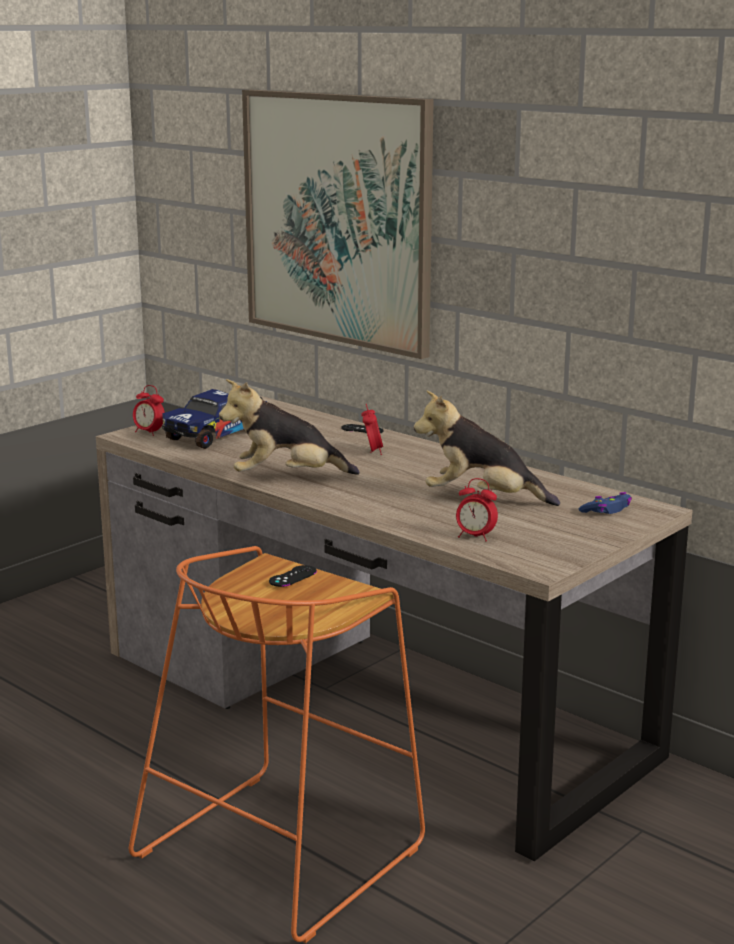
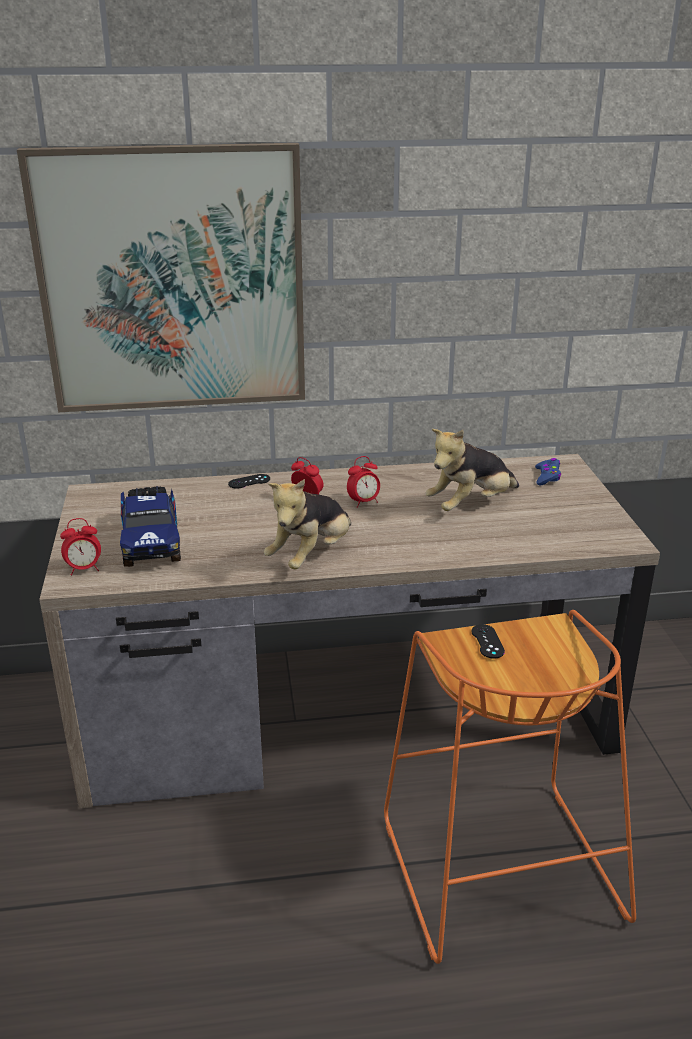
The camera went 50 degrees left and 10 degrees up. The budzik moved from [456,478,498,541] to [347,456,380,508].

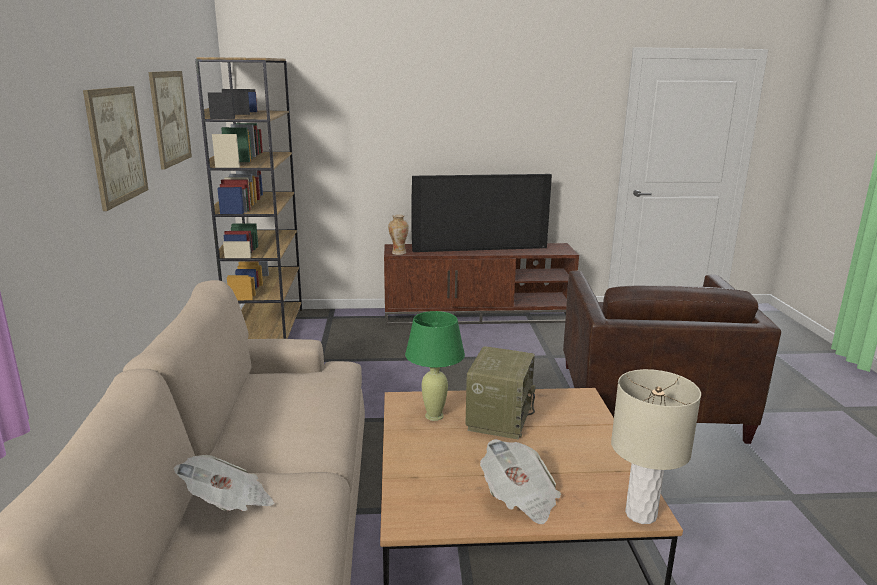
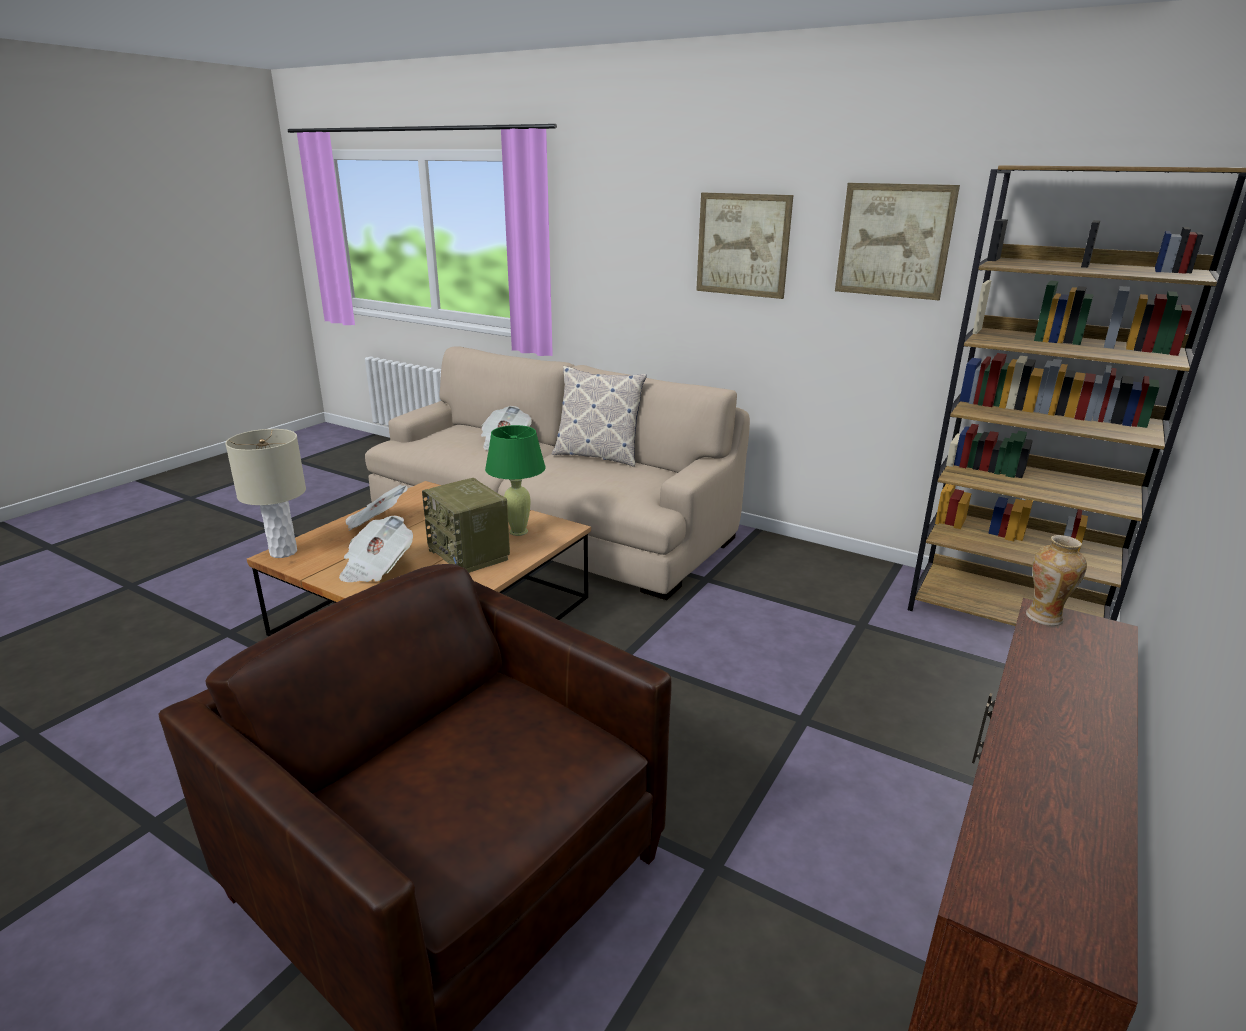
The camera went 125 degrees right and 5 degrees up. The telewizor at [411,174,552,252] disappeared. The gazeta at [339,515,413,582] appeared. The poduszka at [552,366,647,467] appeared.

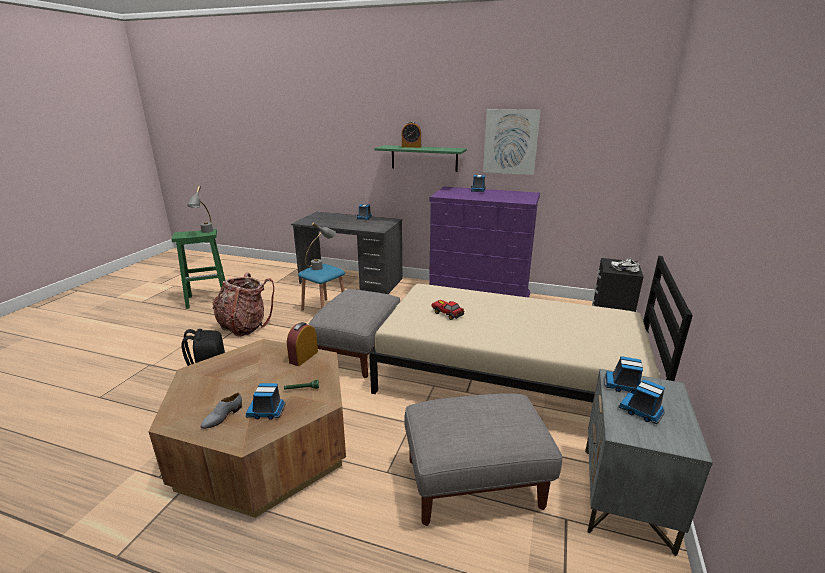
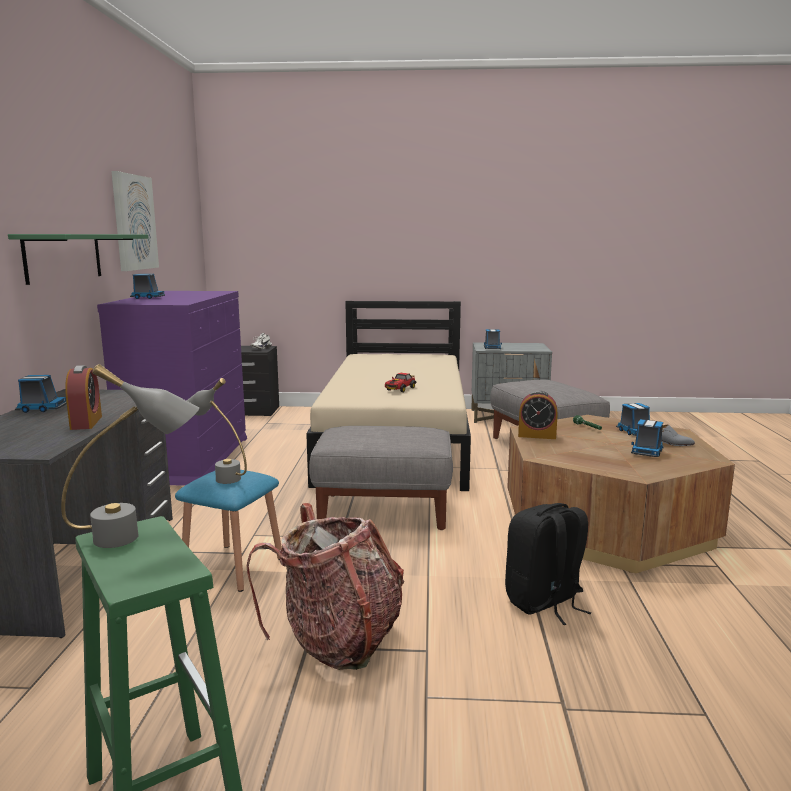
The camera went 105 degrees left and 10 degrees down. The budzik moved from [402,122,421,148] to [65,365,102,430]. The ciężarówka zabawkowa moved from [619,379,665,424] to [631,419,663,457].

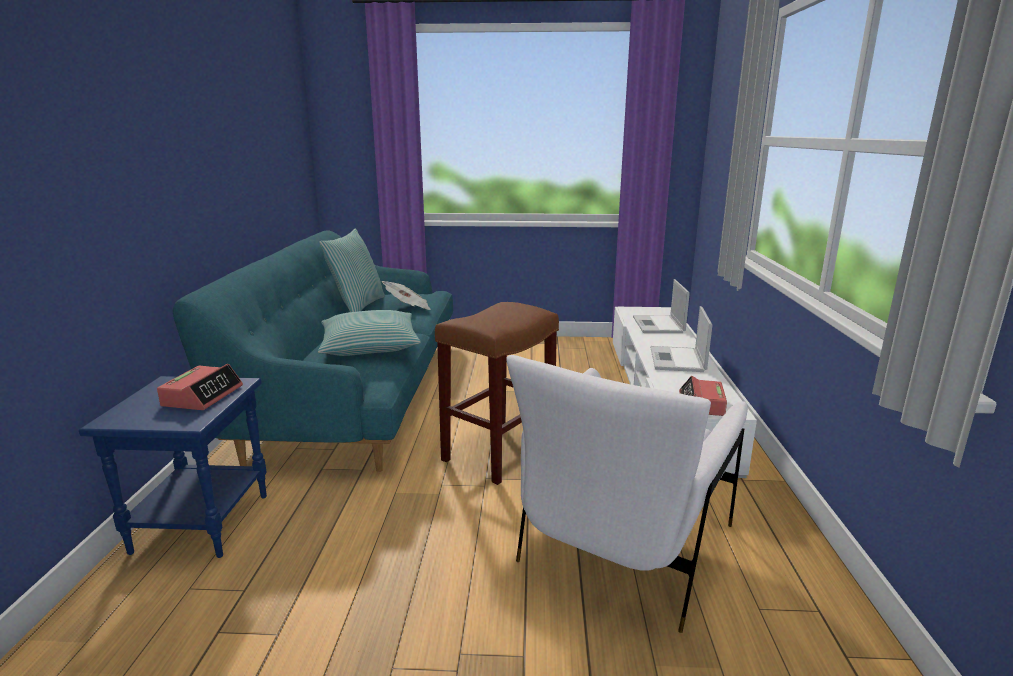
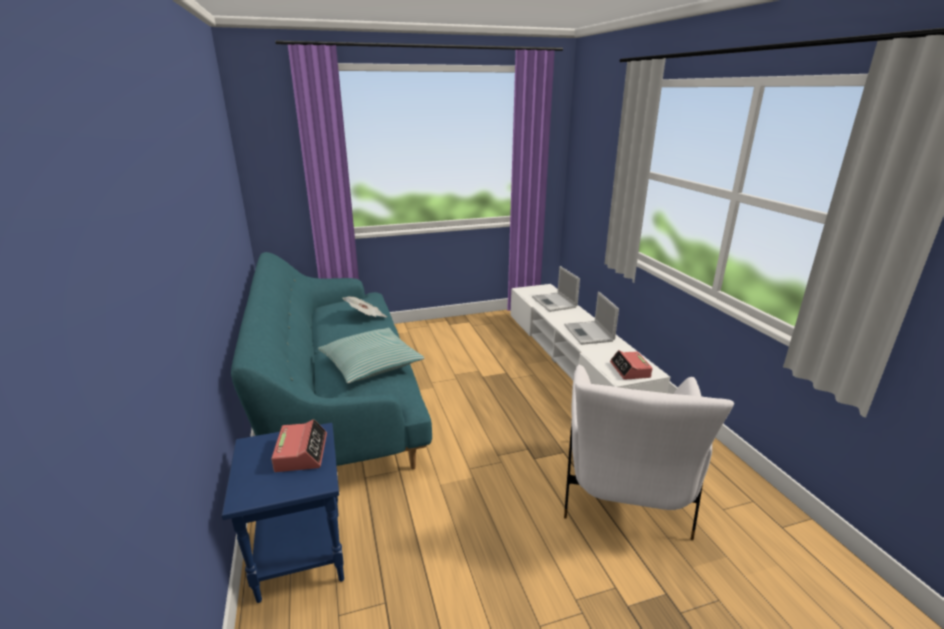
The camera went 20 degrees left and 5 degrees up. The poduszka at [319,228,385,312] disappeared. The stołek/brązowy at [435,302,559,485] disappeared.

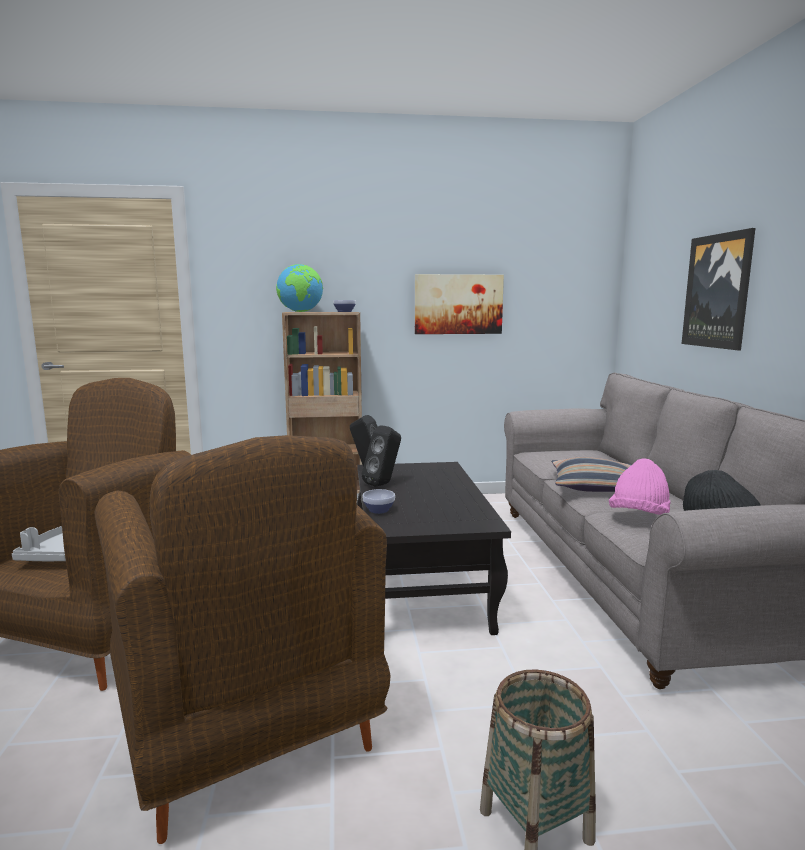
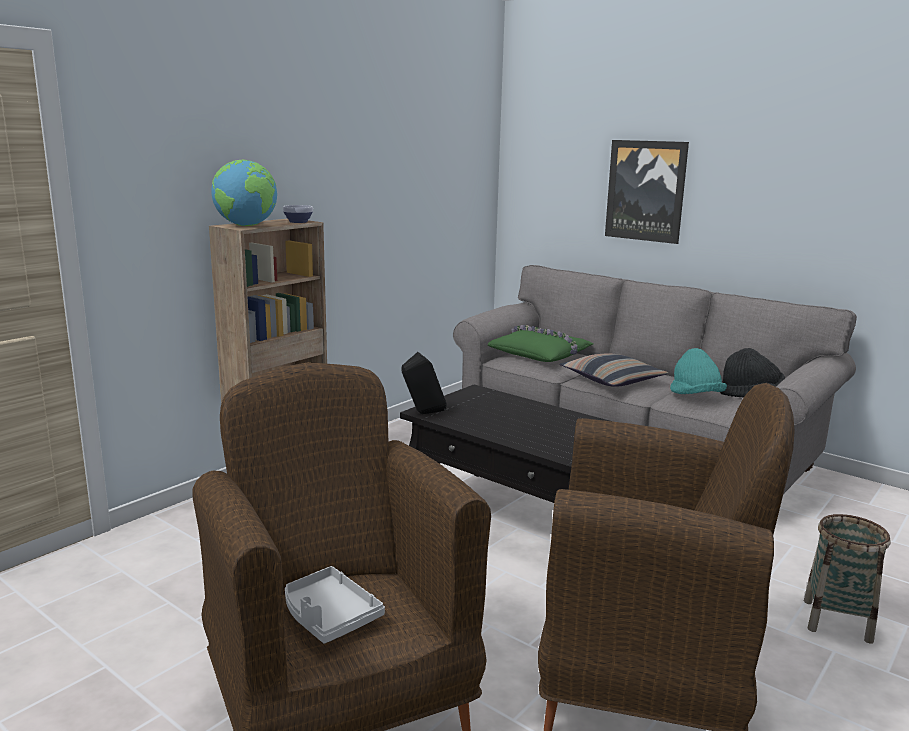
The camera went 45 degrees left and 5 degrees up. The głośnik/czarny at [361,425,401,487] disappeared. The miska at [362,489,395,514] disappeared. The obraz at [415,274,504,334] disappeared. The kapelusz/różowy at [609,459,671,515] became the kapelusz/turkusowy at [670,348,727,394]. The poduszka/zielony at [488,325,594,362] appeared.

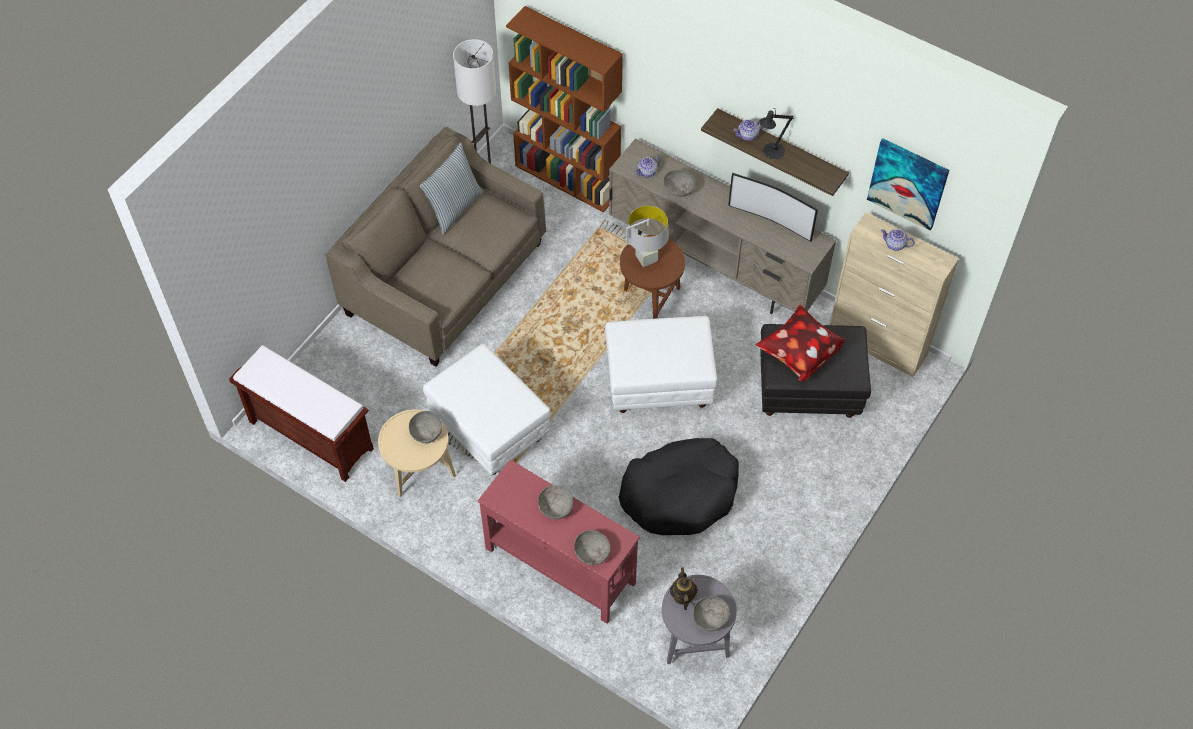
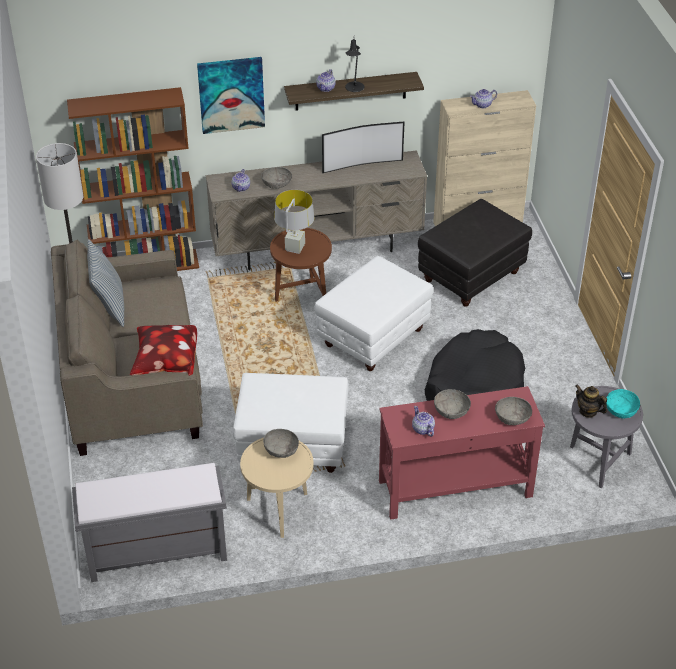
The camera went 45 degrees left and 15 degrees down. The ławka/brązowy at [229,345,374,482] became the ławka/szary at [72,463,227,582]. The miska/szary at [693,596,730,631] became the miska/turkusowy at [606,389,640,419]. The poduszka moved from [755,305,845,381] to [130,325,197,376]. The obraz moved from [867,138,949,231] to [197,57,265,134]. The imbryk at [412,406,435,436] appeared.

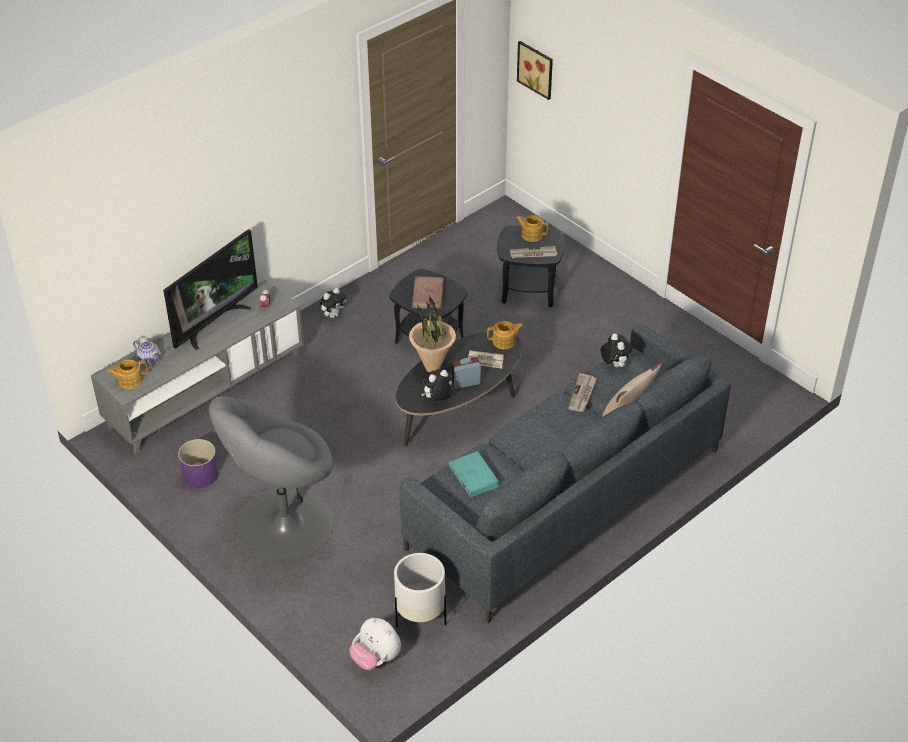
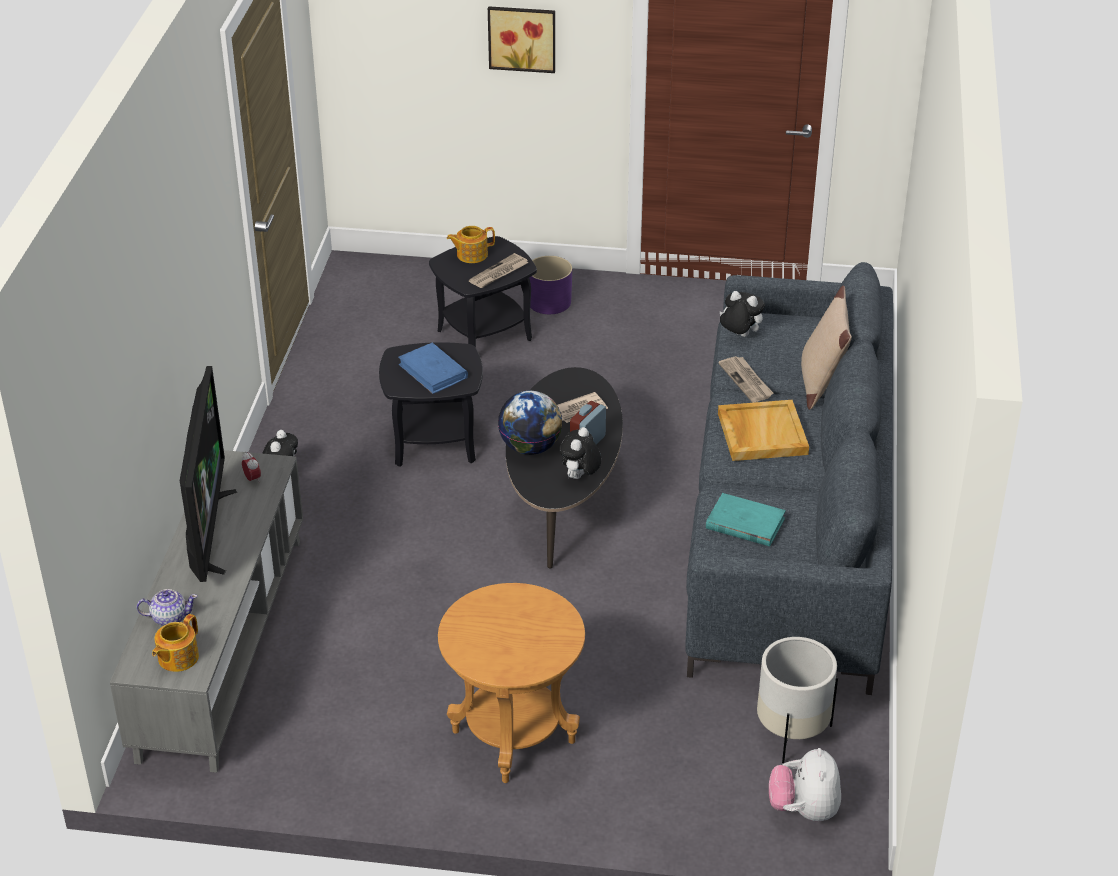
The camera went 40 degrees left and 5 degrees down. The donica/fioletowy moved from [178,439,218,488] to [529,256,572,314]. The fotel/szary at [209,396,334,561] was replaced by the stolik/brązowy at [438,583,585,783]. The pluszak at [350,618,401,670] turned 90 degrees clockwise. The roślina doniczkowa at [409,296,456,372] was replaced by the globus at [498,391,563,455]. The książka/brązowy at [412,277,444,309] became the książka/niebieski at [398,343,468,394]. The imbryk at [487,321,523,349] disappeared. The obraz moved from [517,41,553,100] to [488,6,555,73]. The taca/beżowy at [718,400,809,461] appeared.

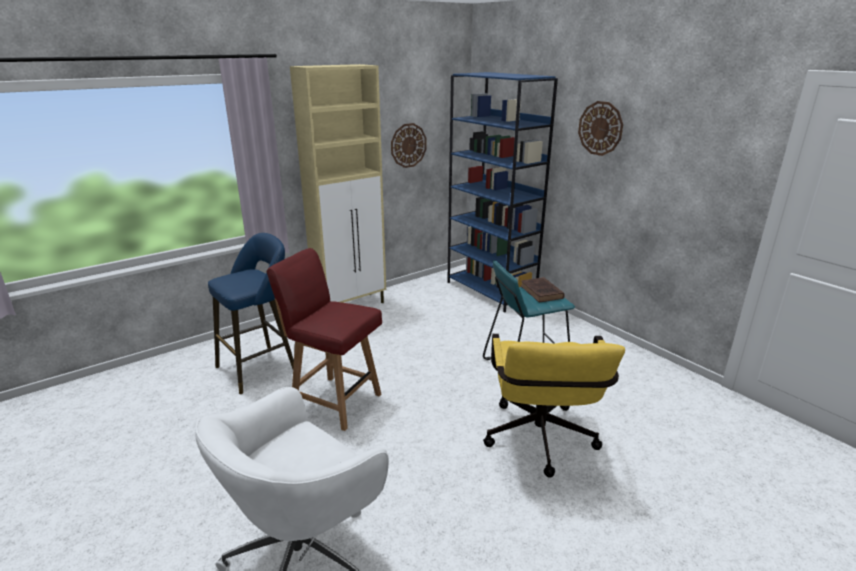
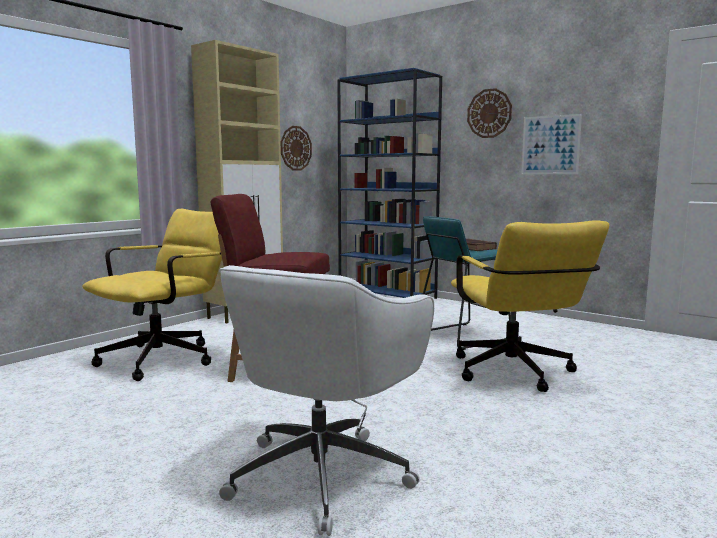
The camera went 15 degrees left and 15 degrees down. The stołek/niebieski at [208,233,294,394] was replaced by the krzesło biurowe/żółty at [82,209,222,381]. The obraz at [521,114,582,174] appeared.

